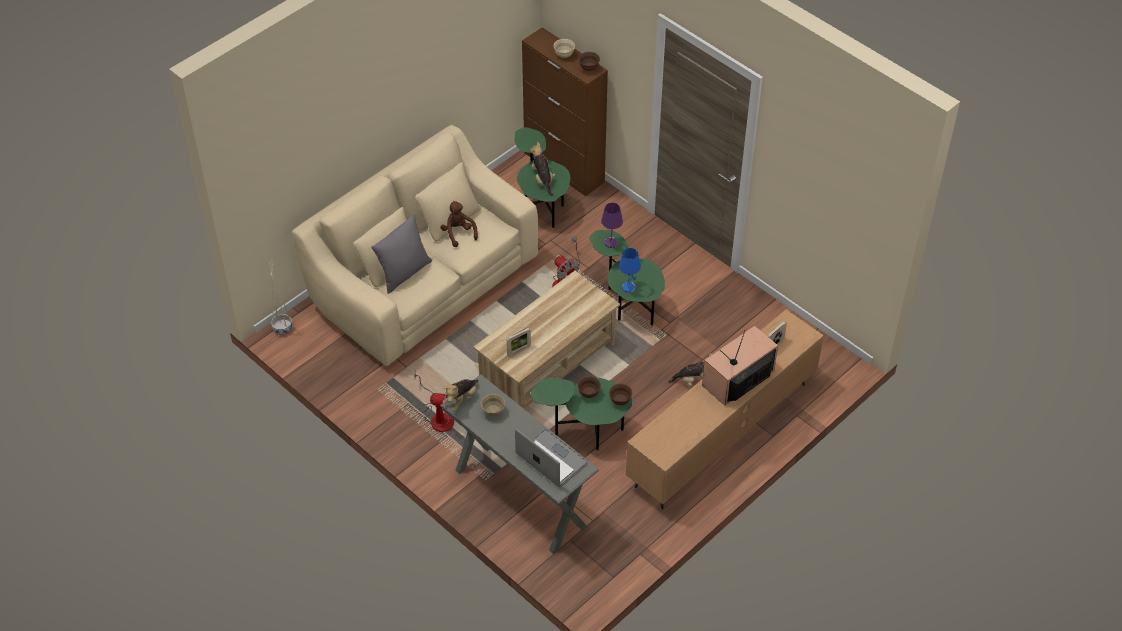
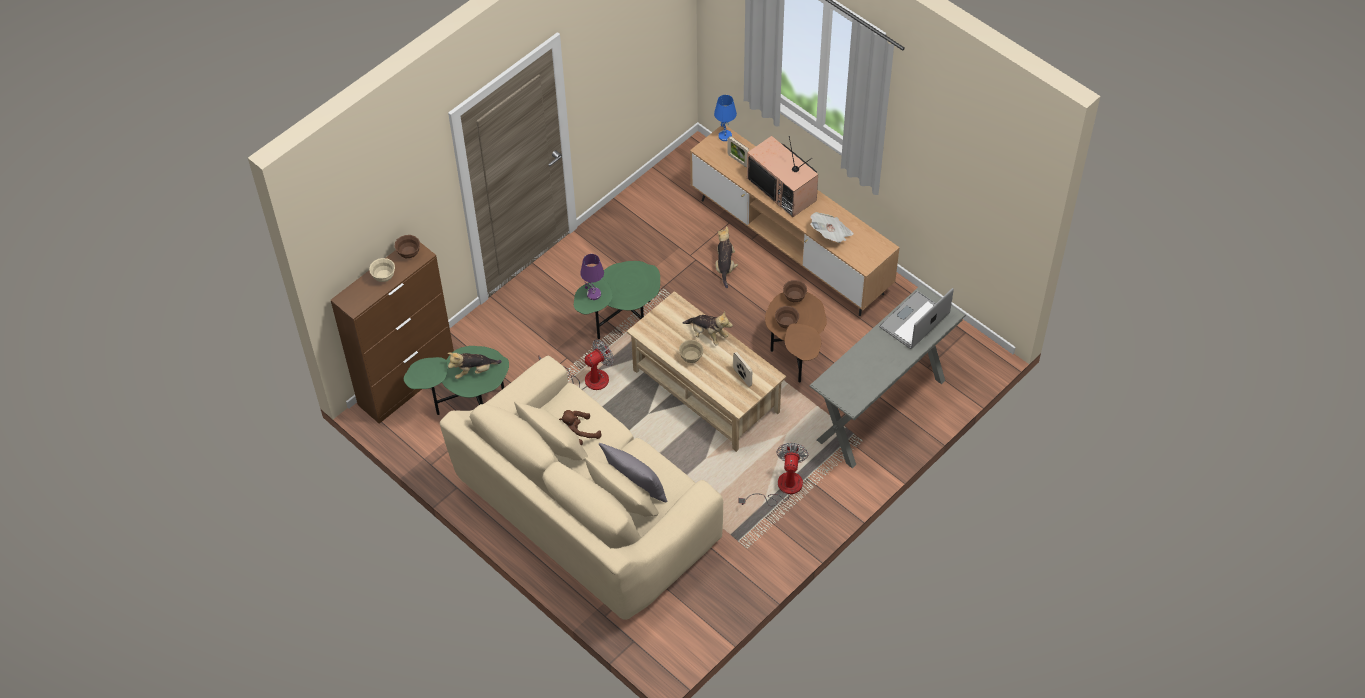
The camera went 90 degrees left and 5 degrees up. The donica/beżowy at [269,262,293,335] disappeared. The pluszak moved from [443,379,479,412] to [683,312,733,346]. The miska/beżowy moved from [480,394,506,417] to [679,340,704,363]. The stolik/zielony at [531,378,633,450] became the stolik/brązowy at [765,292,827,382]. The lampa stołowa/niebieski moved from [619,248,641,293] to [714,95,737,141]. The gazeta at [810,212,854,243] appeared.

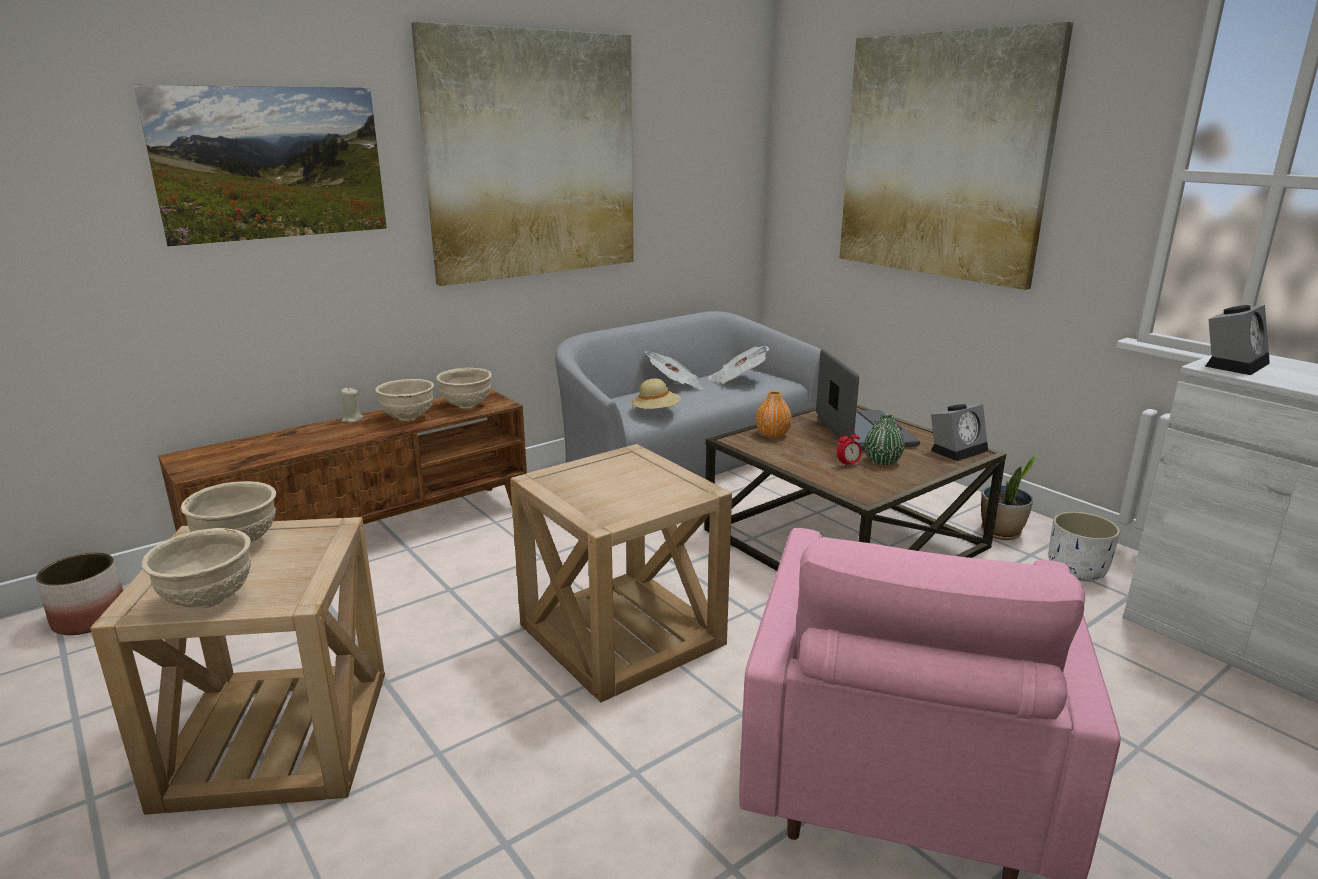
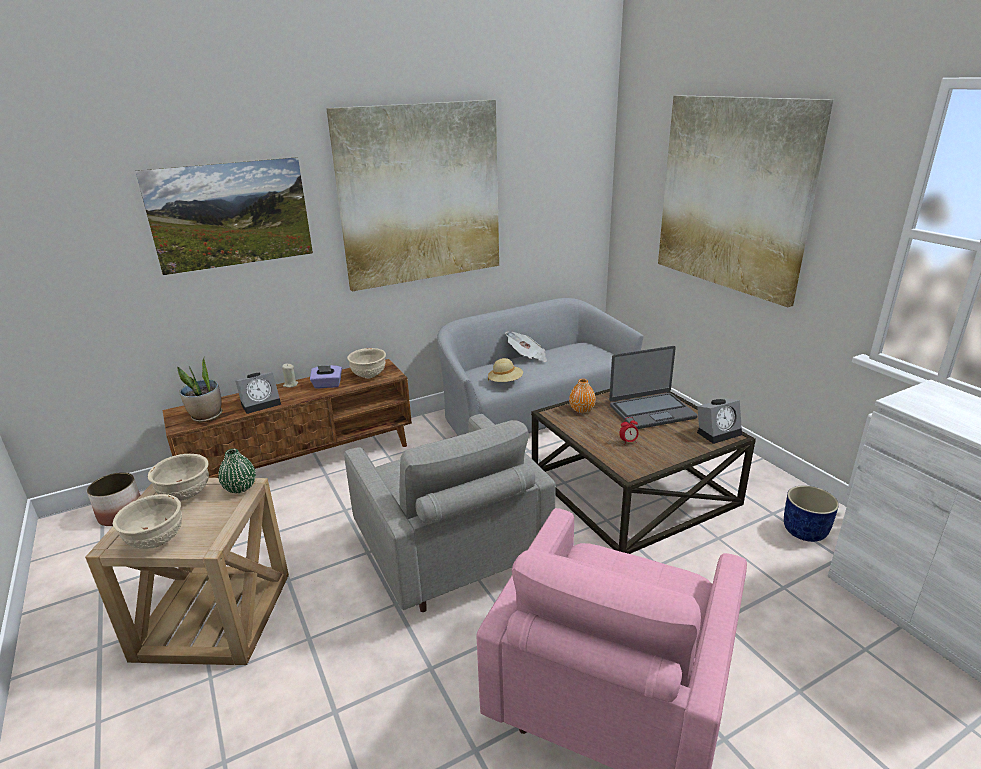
The camera went 10 degrees right and 5 degrees up. The miska/beżowy at [375,379,434,421] was replaced by the pudełko chusteczek/fioletowy at [310,365,342,389]. The stolik/beżowy at [510,444,732,702] was replaced by the fotel/szary at [344,414,556,612]. The gazeta at [708,346,770,384] disappeared. The laptop at [816,349,920,450] turned 75 degrees clockwise. The wazon/zielony moved from [864,414,904,465] to [218,449,256,493]. The roślina doniczkowa moved from [981,454,1038,540] to [177,357,222,422]. The donica/biały at [1049,512,1120,581] became the donica/niebieski at [784,485,839,542]. The budzik moved from [1205,305,1270,375] to [235,372,281,414].

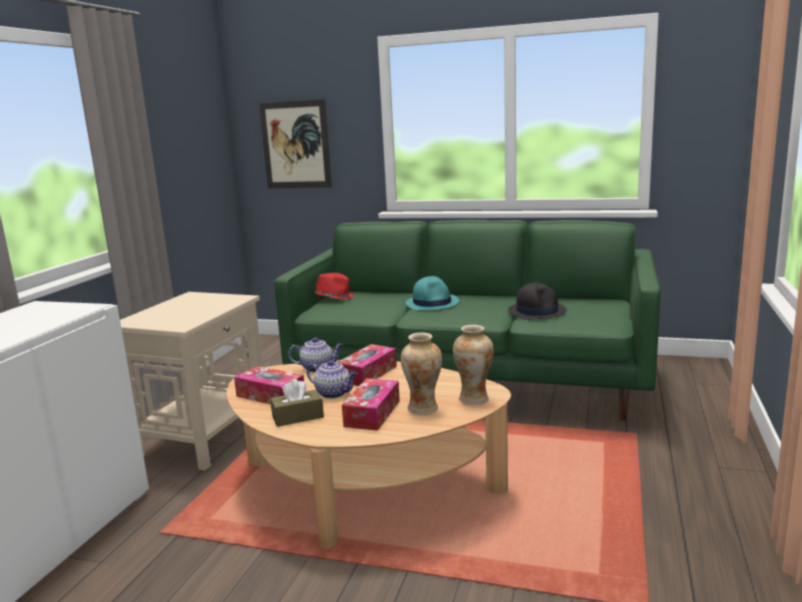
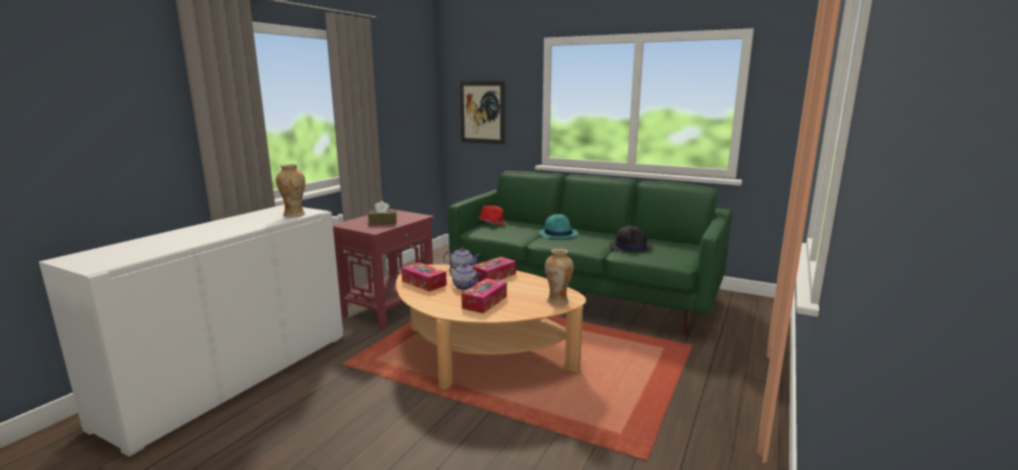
The camera went 10 degrees right and 0 degrees up. The stolik/beżowy at [120,292,263,471] became the stolik/czerwony at [333,209,434,330]. The pudełko chusteczek/brązowy moved from [270,379,324,427] to [368,201,397,225]. The wazon moved from [401,332,442,415] to [276,164,305,217].

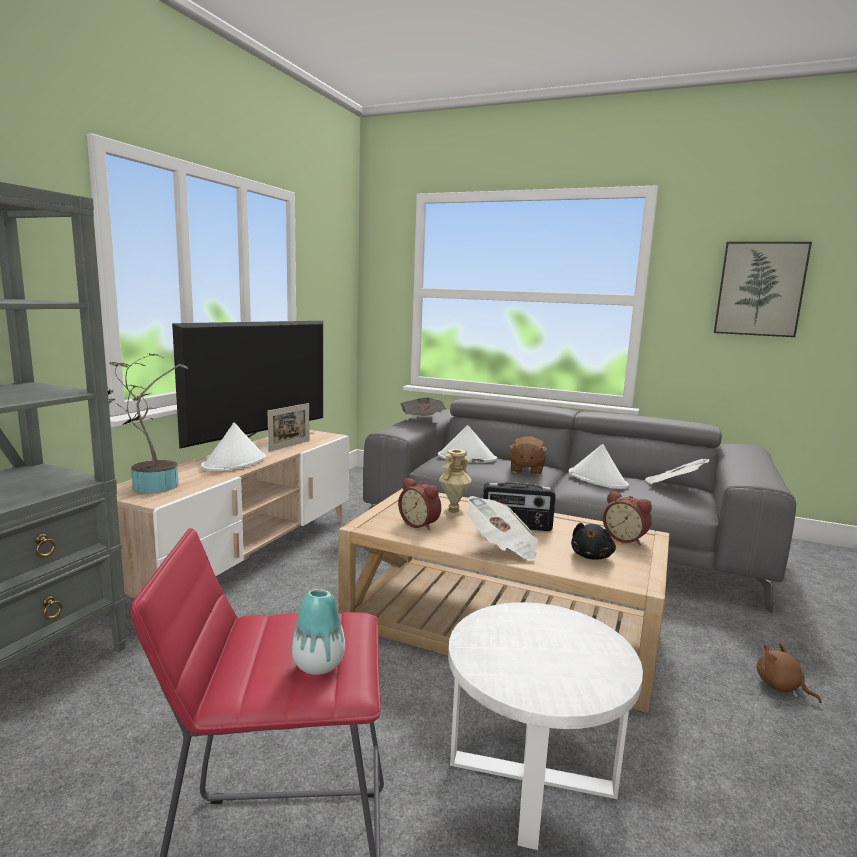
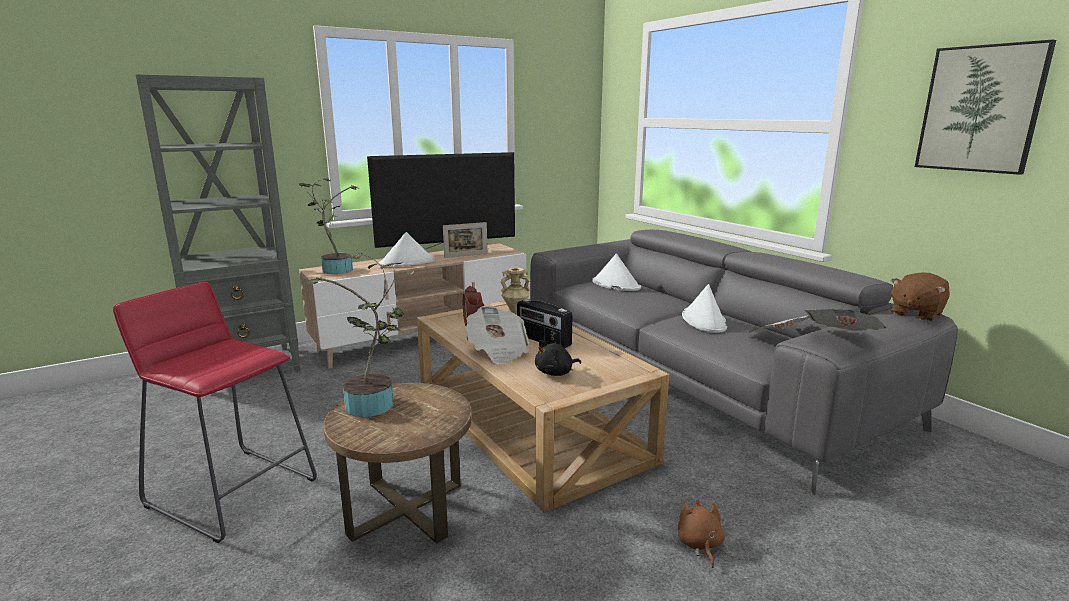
The camera went 35 degrees right and 5 degrees up. The wazon at [292,589,345,675] disappeared. The gazeta moved from [400,398,446,416] to [805,309,886,331]. The stolik/biały at [448,602,643,850] became the stolik/brązowy at [323,383,472,544]. The pluszak/brązowy moved from [508,436,548,475] to [891,273,950,322]. The budzik at [603,491,652,545] disappeared. The roślina doniczkowa at [306,253,404,417] appeared.

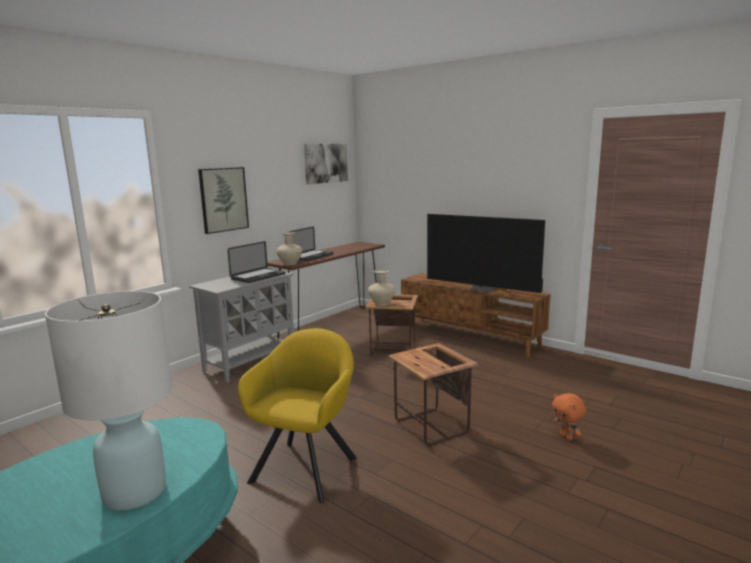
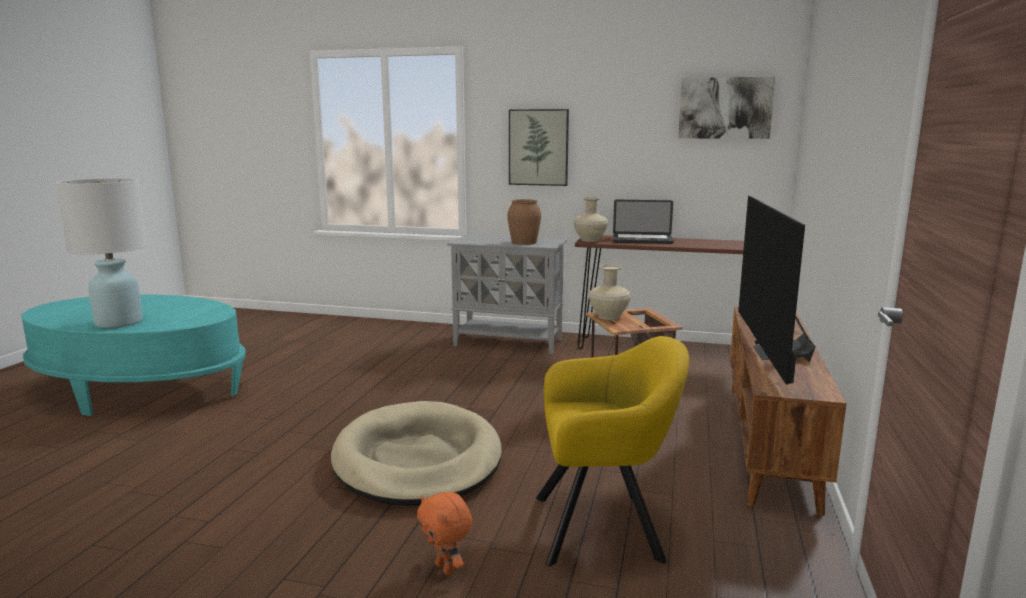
The camera went 65 degrees right and 0 degrees up. The laptop at [227,241,286,283] was replaced by the wazon/brązowy at [507,199,541,245]. The fotel/żółty moved from [238,328,357,503] to [536,336,689,566]. The stolik at [388,343,478,446] was replaced by the legowisko/beżowy at [331,401,502,506]. The pluszak/pomarańczowy at [552,393,586,440] turned 75 degrees counterclockwise.

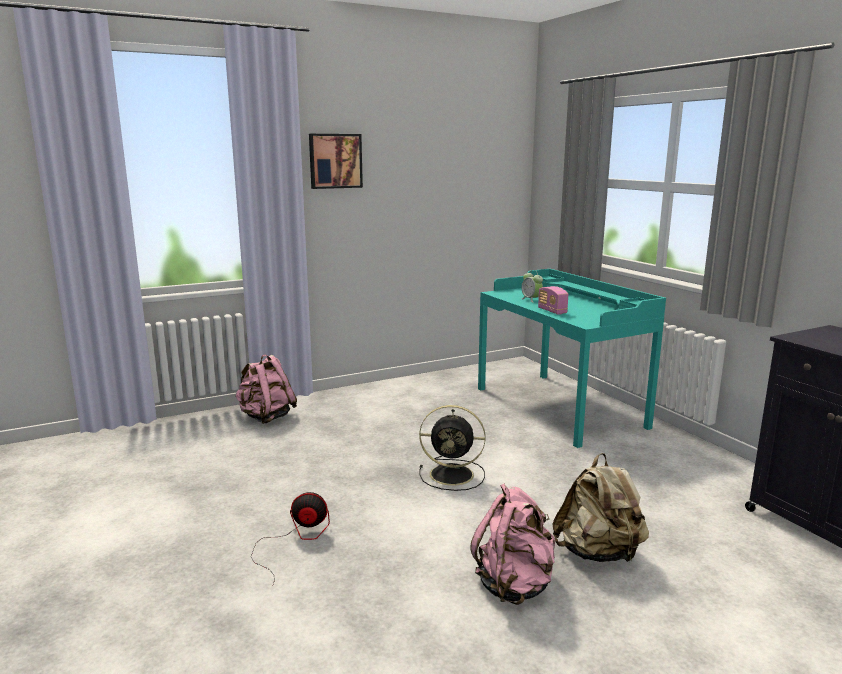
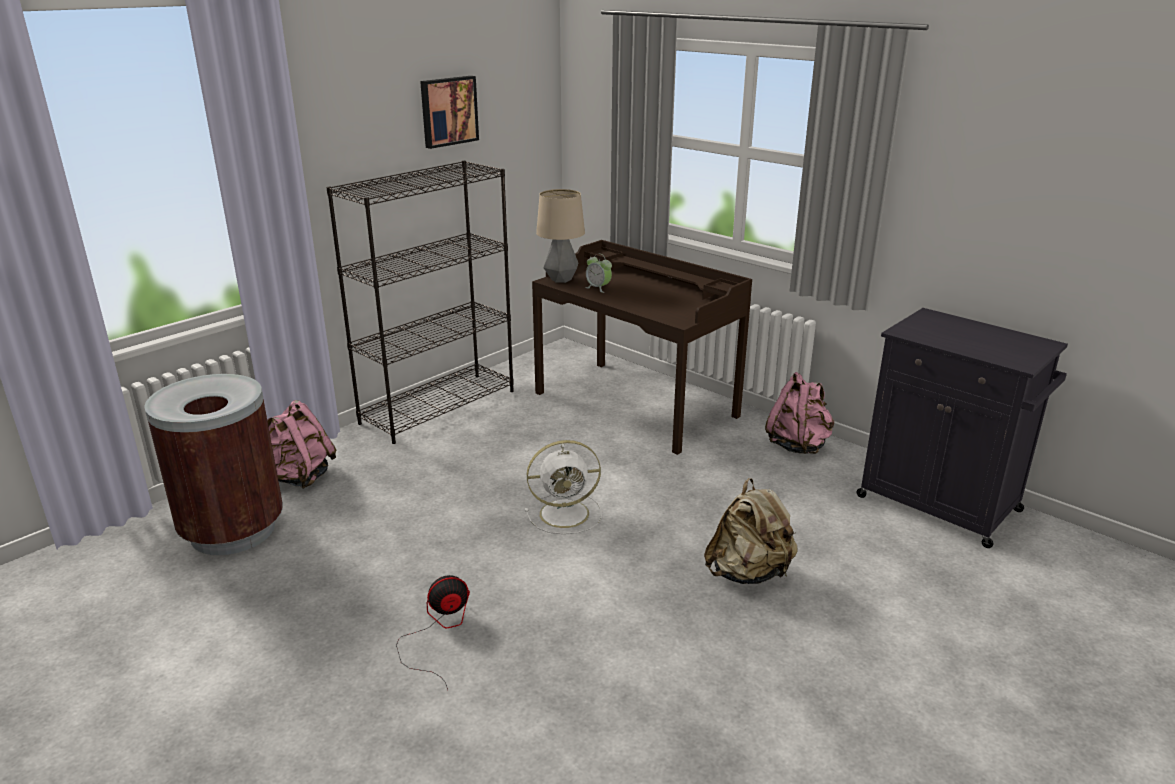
The camera went 20 degrees left and 10 degrees up. The obraz moved from [309,134,363,189] to [420,76,479,149]. The wentylator/czarny at [419,405,486,491] became the wentylator/biały at [525,440,602,534]. The plecak/różowy moved from [470,483,555,605] to [765,372,834,454]. The biurko/turkusowy at [478,269,666,448] became the biurko/brązowy at [532,240,752,455]. The radio at [538,286,568,315] disappeared. The kosz na śmieci/brązowy at [144,374,283,555] appeared. The regał/czarny at [326,161,514,444] appeared. The lampa stołowa at [536,189,585,283] appeared.

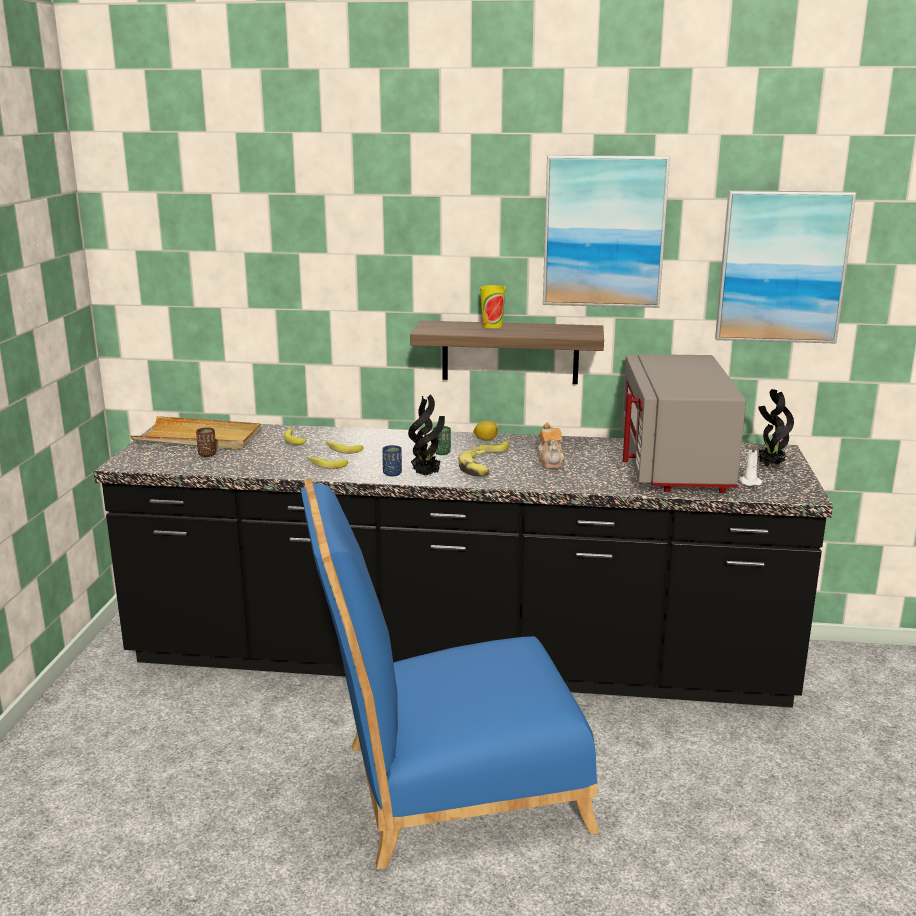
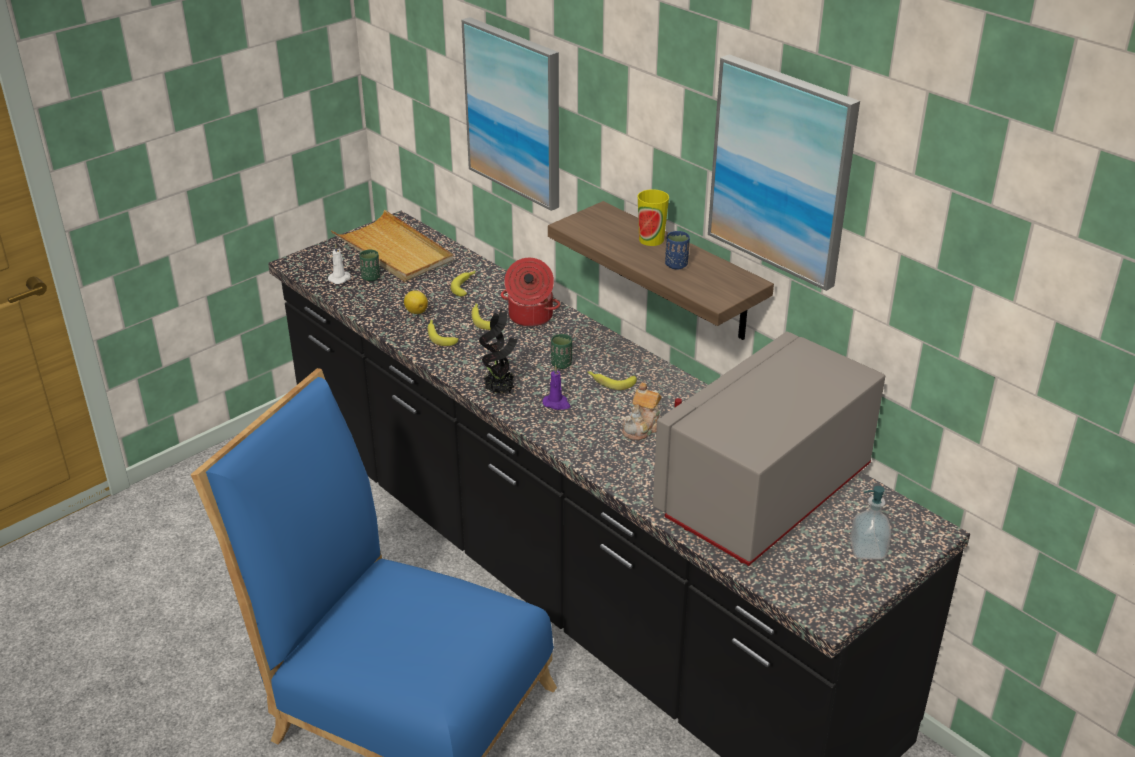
The camera went 40 degrees right and 15 degrees up. The filiżanka/brązowy at [196,427,216,457] became the filiżanka/zielony at [359,250,380,281]. The filiżanka/niebieski moved from [382,445,402,476] to [665,231,690,270]. The banan at [459,450,490,477] was replaced by the świeca/fioletowy at [542,365,571,410]. The cytryna moved from [473,421,498,441] to [404,291,428,314]. The obraz moved from [715,190,856,344] to [462,17,559,211]. The świeca/biały moved from [739,444,762,486] to [328,243,351,284]. The roślina doniczkowa at [758,389,794,467] was replaced by the dozownik mydła at [850,486,891,560]. The garnek at [501,258,560,327] appeared.

